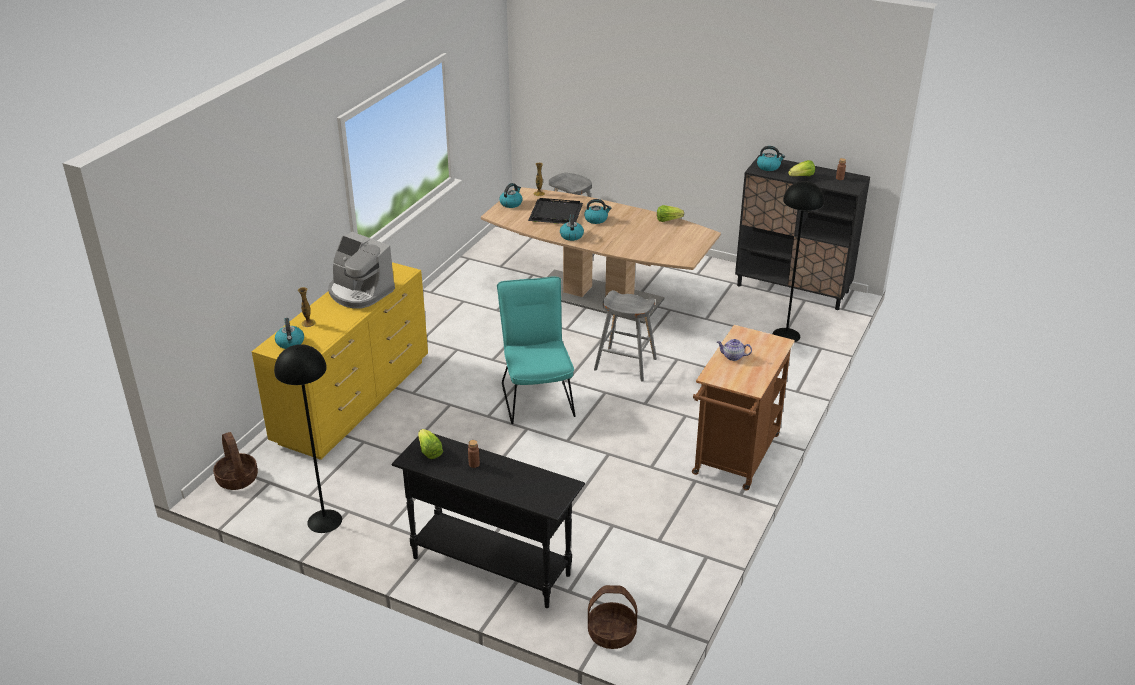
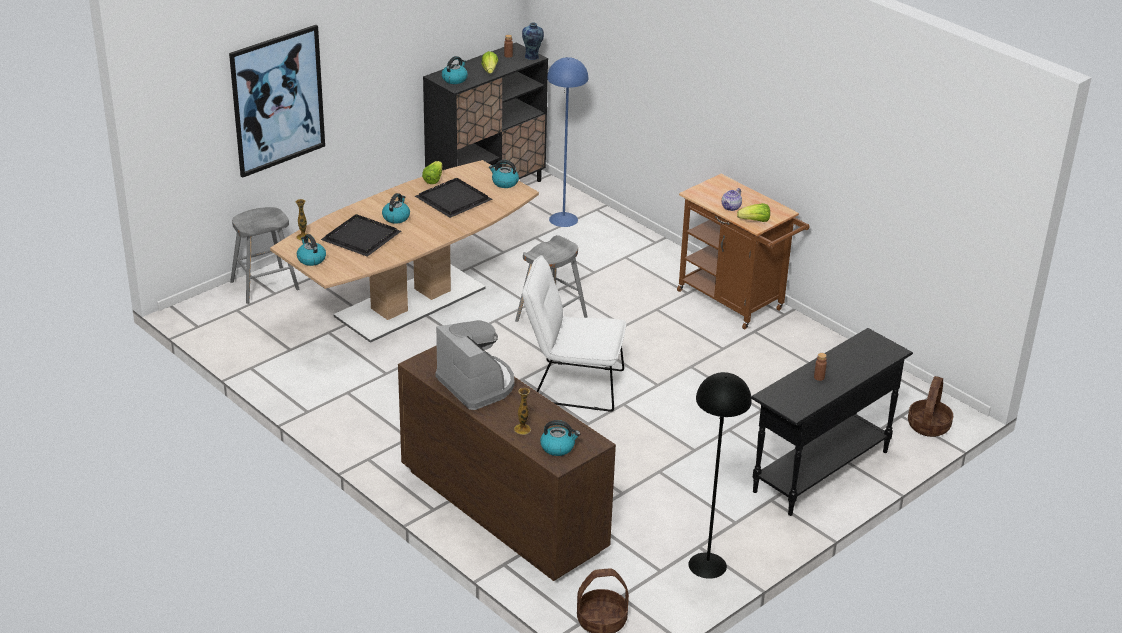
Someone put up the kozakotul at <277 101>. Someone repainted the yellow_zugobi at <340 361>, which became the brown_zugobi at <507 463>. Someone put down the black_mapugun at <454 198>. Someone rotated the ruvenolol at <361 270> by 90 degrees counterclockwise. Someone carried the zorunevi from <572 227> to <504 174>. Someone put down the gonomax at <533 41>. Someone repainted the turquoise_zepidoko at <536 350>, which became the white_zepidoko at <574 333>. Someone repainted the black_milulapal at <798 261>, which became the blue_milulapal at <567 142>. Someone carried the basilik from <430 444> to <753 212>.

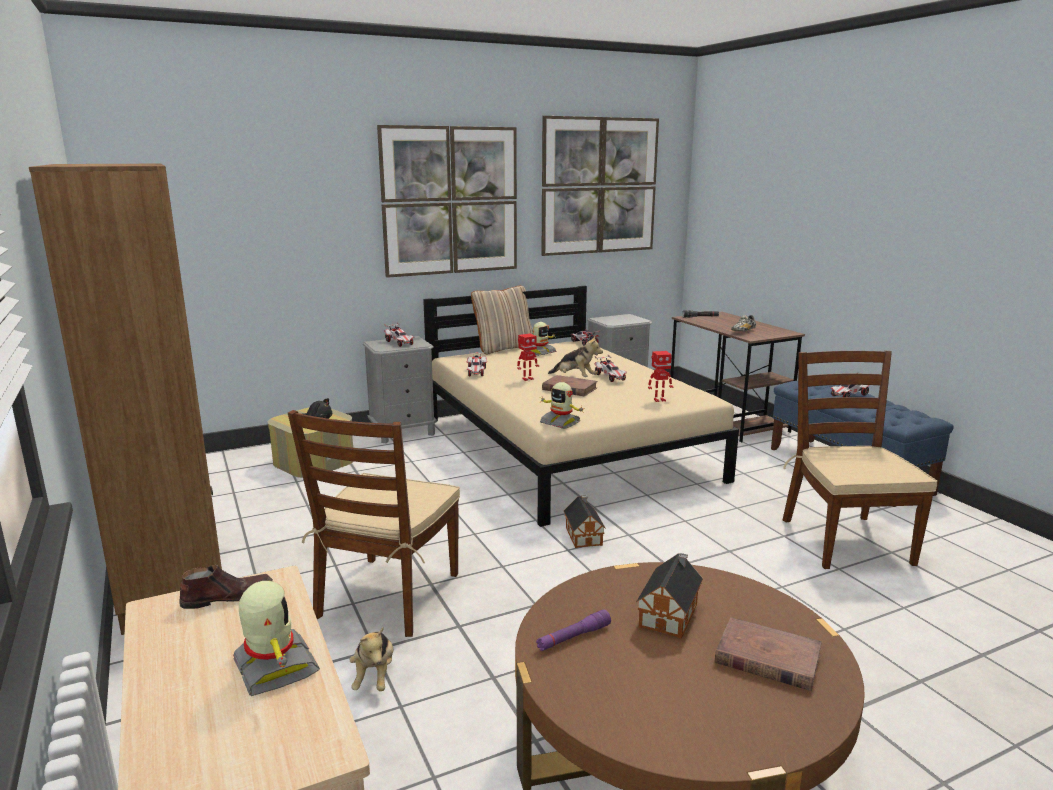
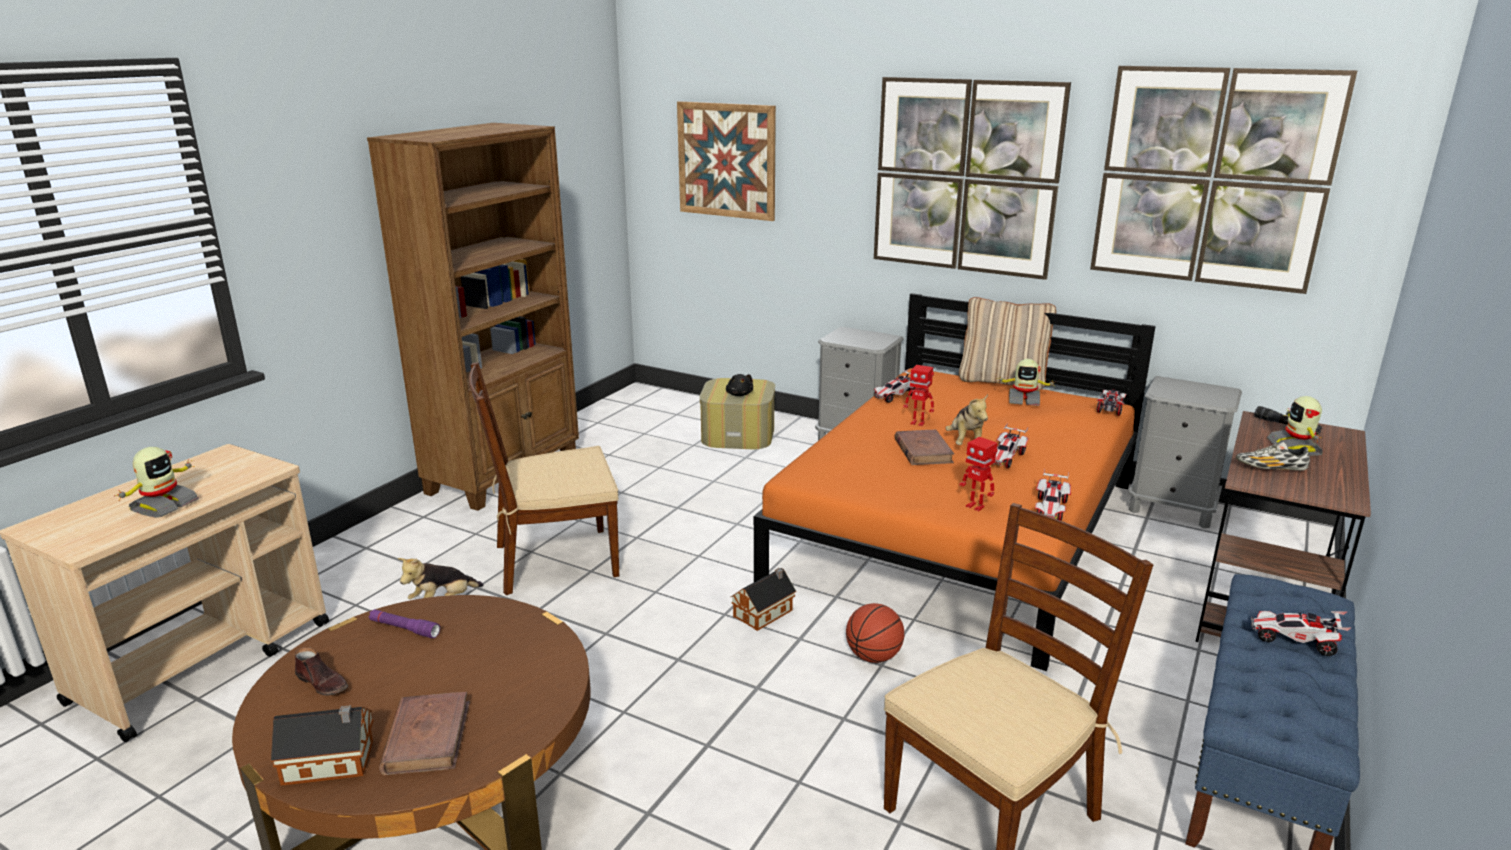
Someone carried the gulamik from <669 596> to <322 745>. Someone carried the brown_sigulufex from <226 586> to <321 671>. Someone put up the kozakotul at <726 161>. Someone repainted the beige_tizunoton at <581 406>, which became the orange_tizunoton at <955 482>. Someone put down the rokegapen at <875 633>. Someone carried the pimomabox from <399 334> to <1053 495>. Someone carried the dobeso from <562 405> to <1295 426>.

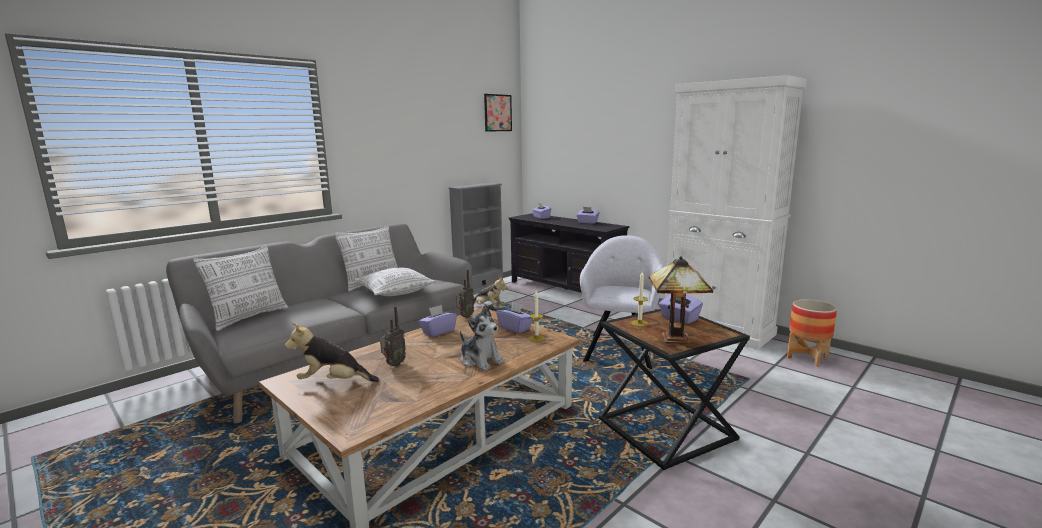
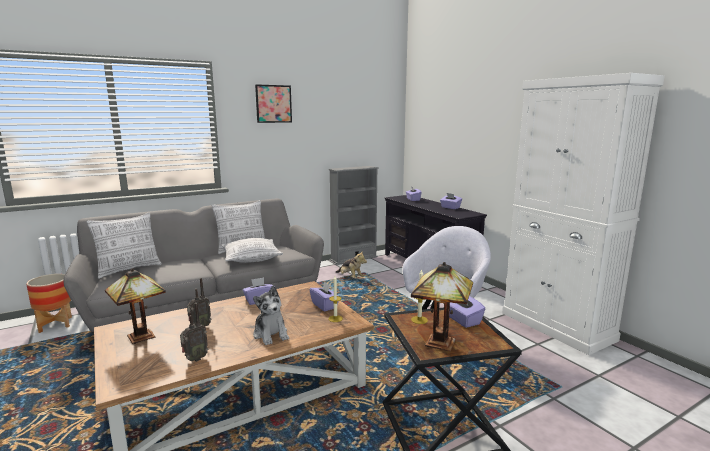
Someone carried the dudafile from <812 333> to <49 303>. Someone swapped the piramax at <332 352> for the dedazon at <135 306>. Someone carried the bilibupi from <465 293> to <194 332>. Someone carried the kozakotul from <498 113> to <273 103>.

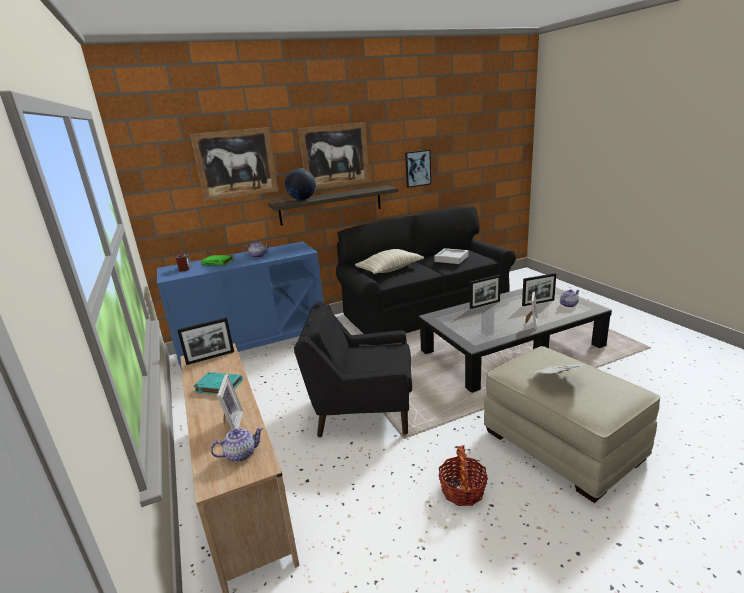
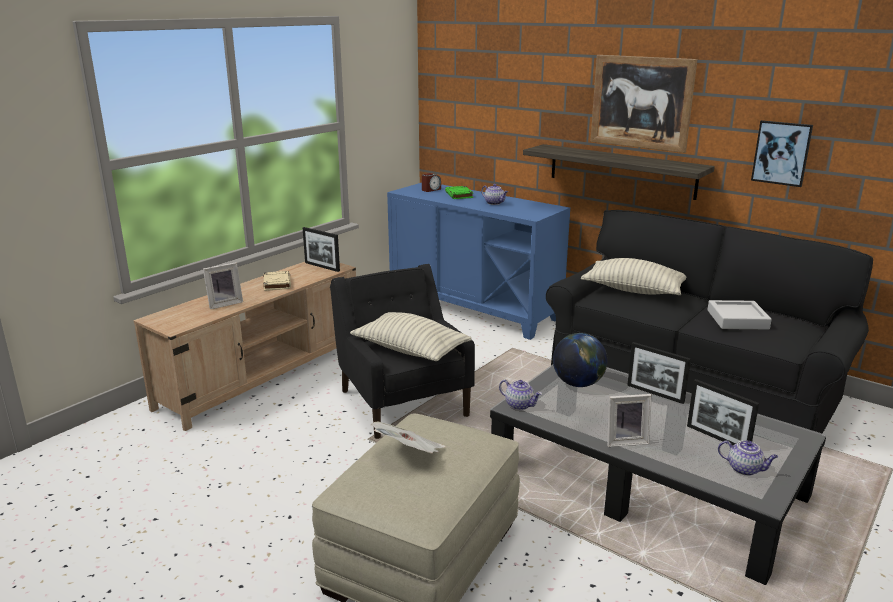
Someone repainted the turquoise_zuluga at <218 383>, which became the beige_zuluga at <277 281>. Someone put down the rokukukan at <411 336>. Someone carried the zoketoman from <237 444> to <520 395>. Someone carried the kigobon from <300 184> to <580 360>. Someone took away the kozakotul at <234 164>. Someone took away the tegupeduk at <463 475>.

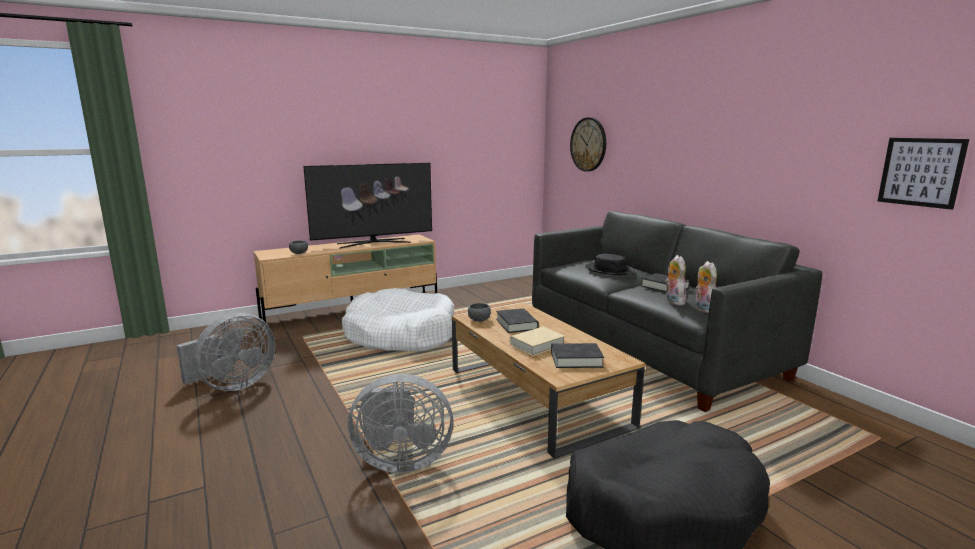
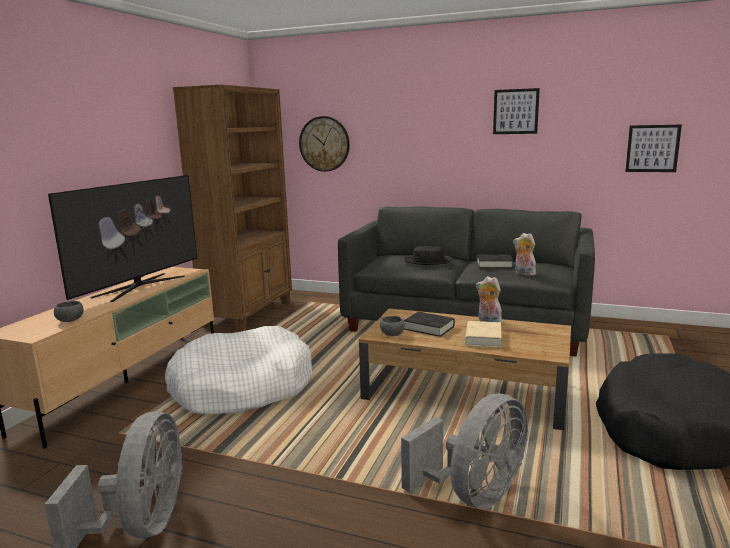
Someone put down the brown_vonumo at <232 208>. Someone carried the piramax from <706 287> to <489 300>. Someone put up the kozakotul at <516 111>. Someone took away the black_zuluga at <577 355>.

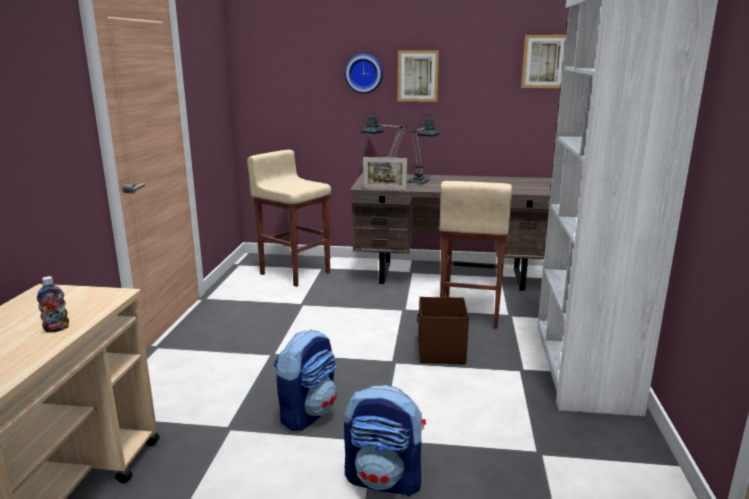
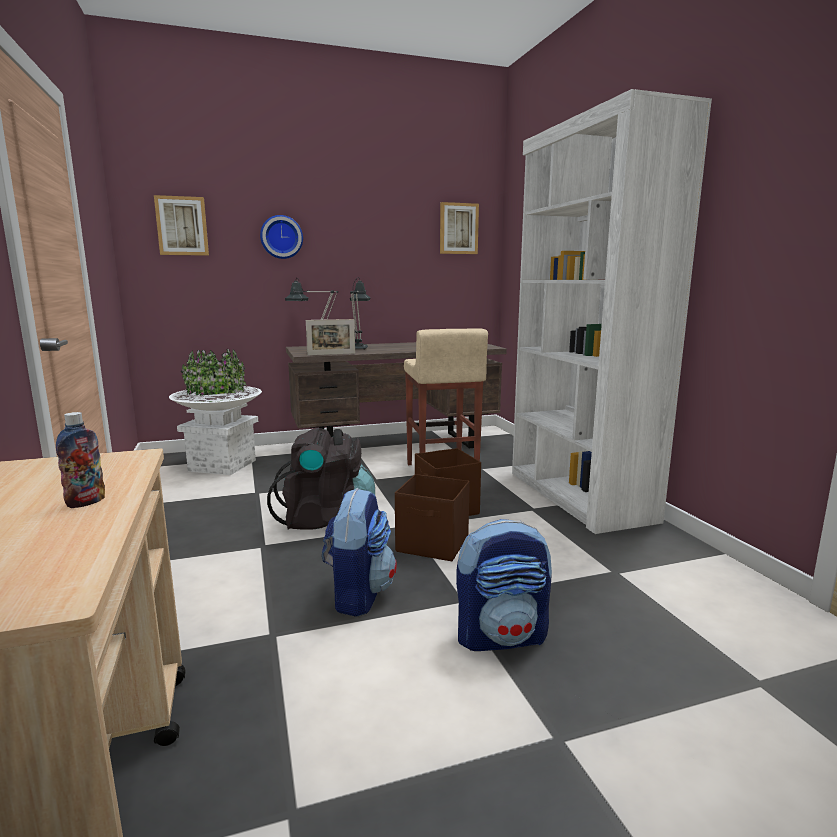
Someone carried the kozakotul from <418 76> to <181 225>. Someone swapped the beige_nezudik at <289 218> for the white_dudafile at <215 412>. Someone put down the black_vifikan at <321 479>. Someone put down the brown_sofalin at <432 517>.

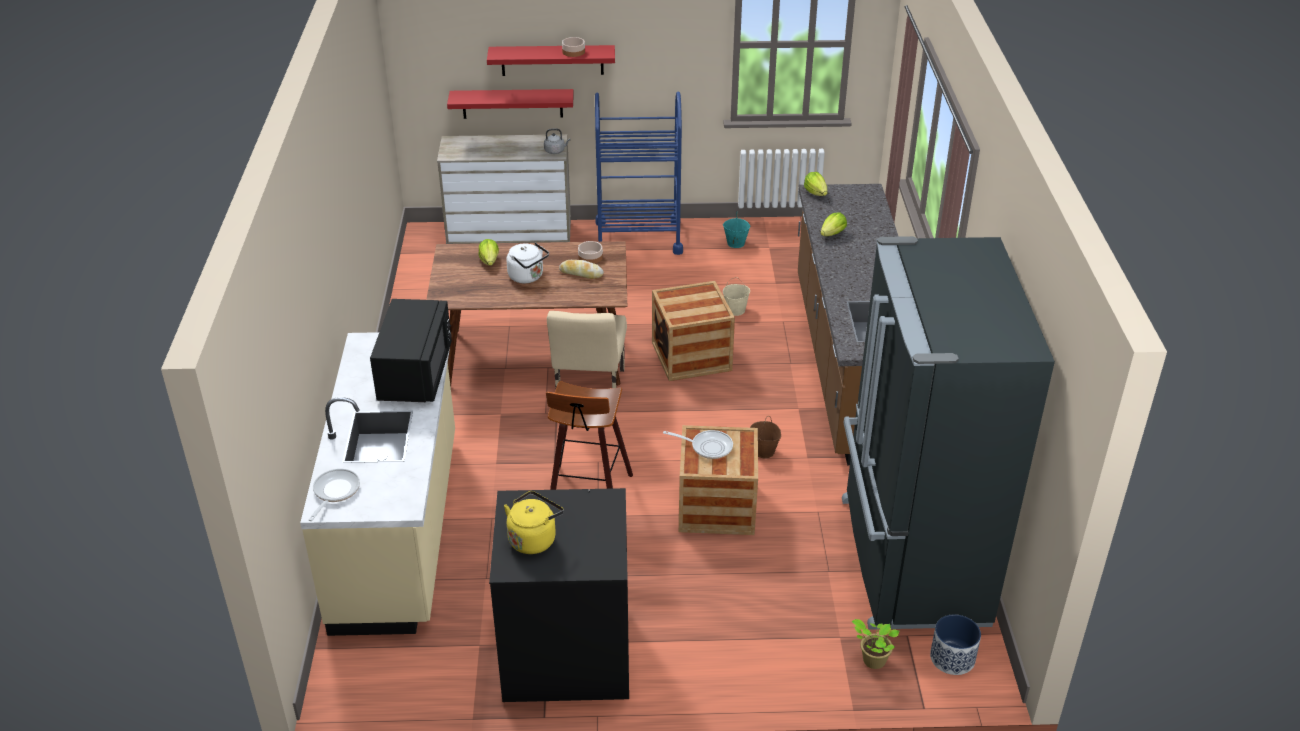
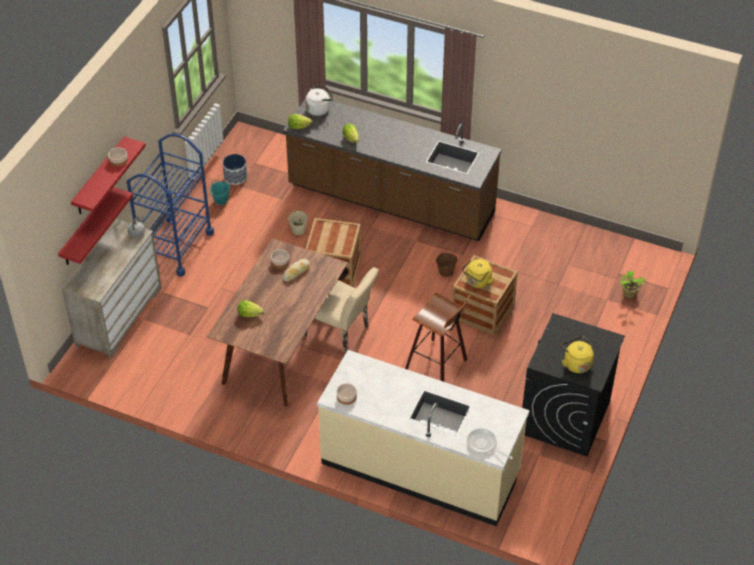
Someone carried the dudafile from <955 644> to <234 169>. Someone carried the white_zorunevi from <527 263> to <319 101>. Someone put down the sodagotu at <347 394>. Someone swapped the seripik at <698 444> for the yellow_zorunevi at <478 273>. Someone took away the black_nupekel at <411 350>. Someone took away the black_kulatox at <948 433>.

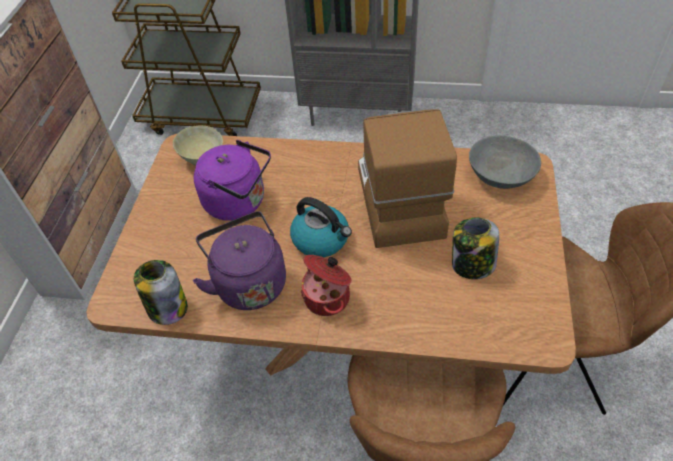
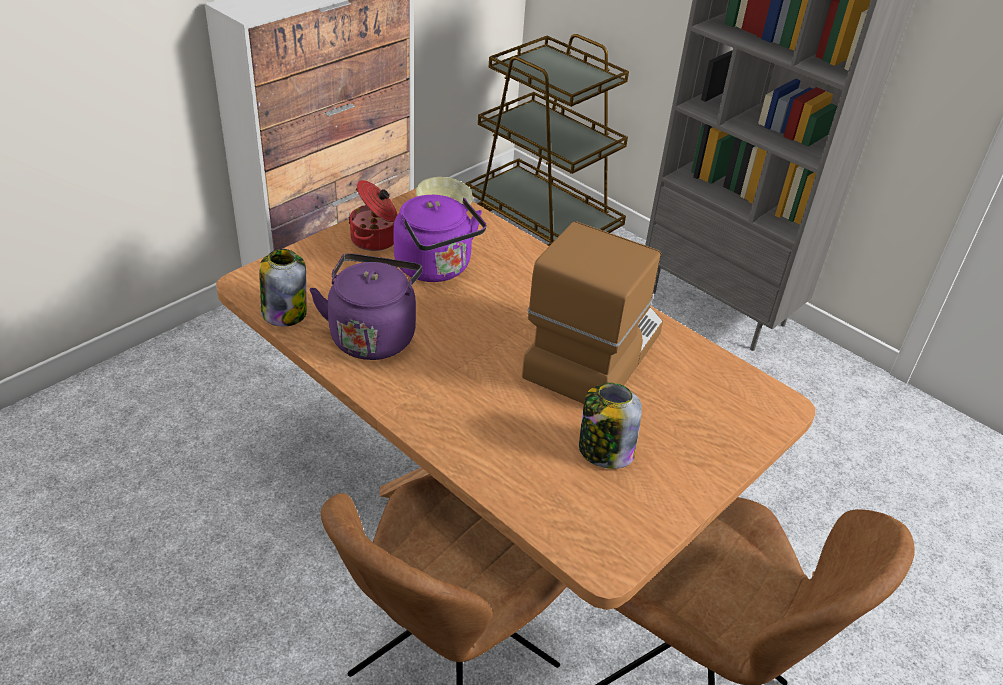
Someone carried the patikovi from <326 285> to <372 215>. Someone took away the zorunevi at <321 227>. Someone took away the grey_sodagotu at <505 162>.

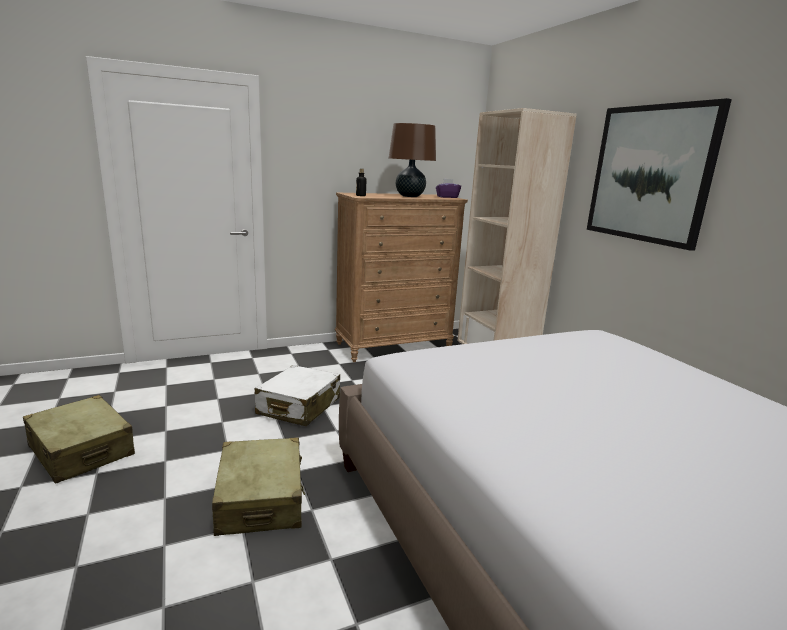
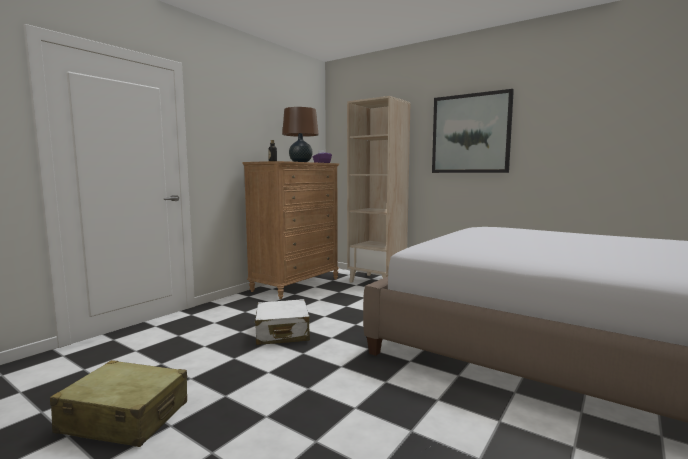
Someone took away the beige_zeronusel at <258 486>.

